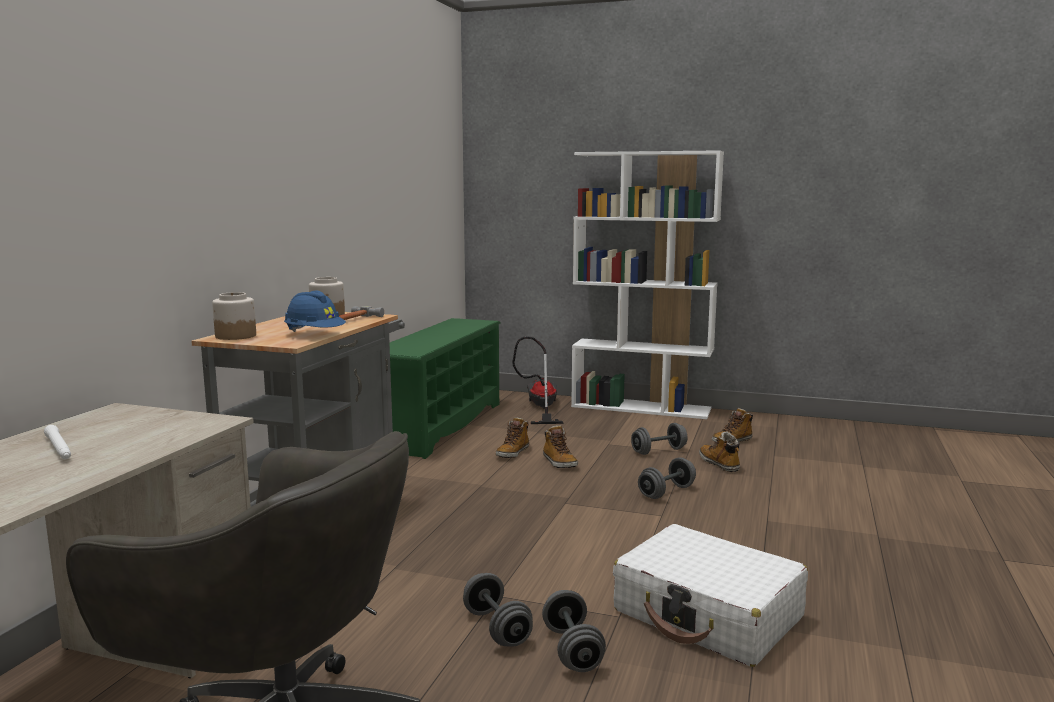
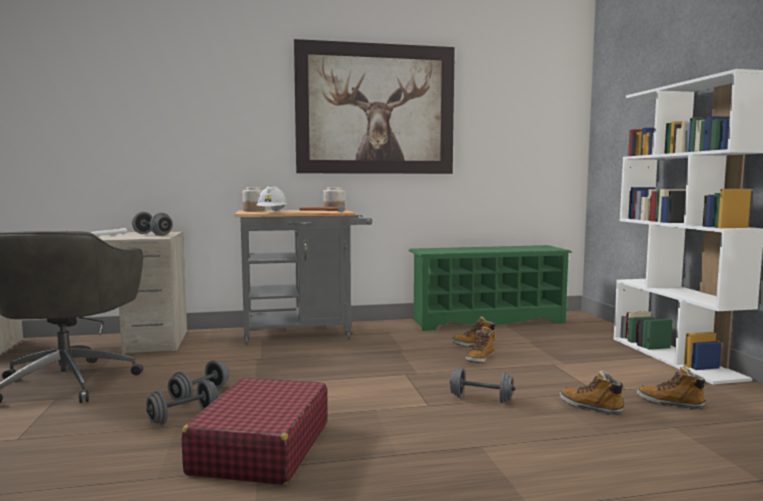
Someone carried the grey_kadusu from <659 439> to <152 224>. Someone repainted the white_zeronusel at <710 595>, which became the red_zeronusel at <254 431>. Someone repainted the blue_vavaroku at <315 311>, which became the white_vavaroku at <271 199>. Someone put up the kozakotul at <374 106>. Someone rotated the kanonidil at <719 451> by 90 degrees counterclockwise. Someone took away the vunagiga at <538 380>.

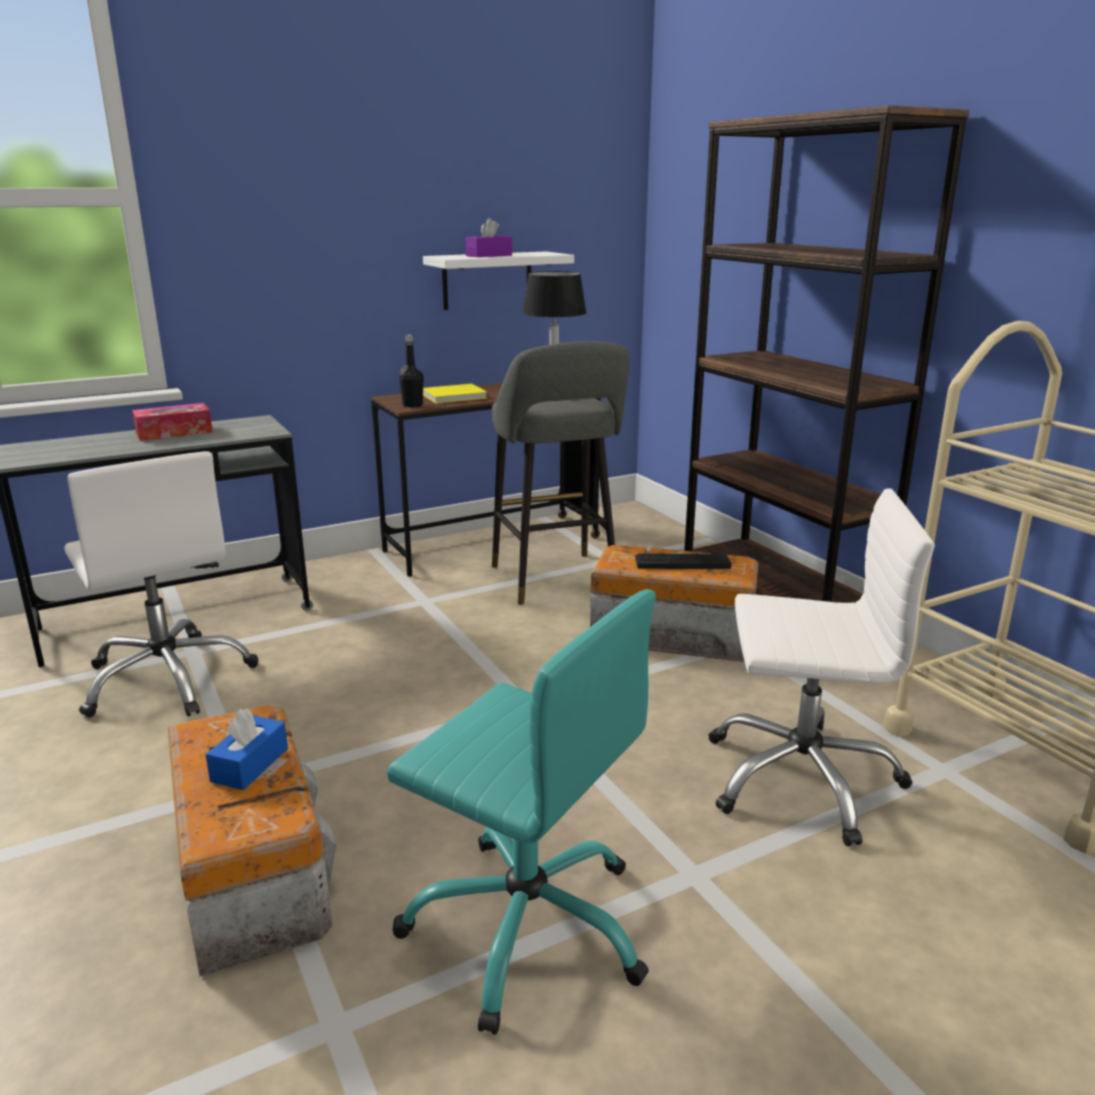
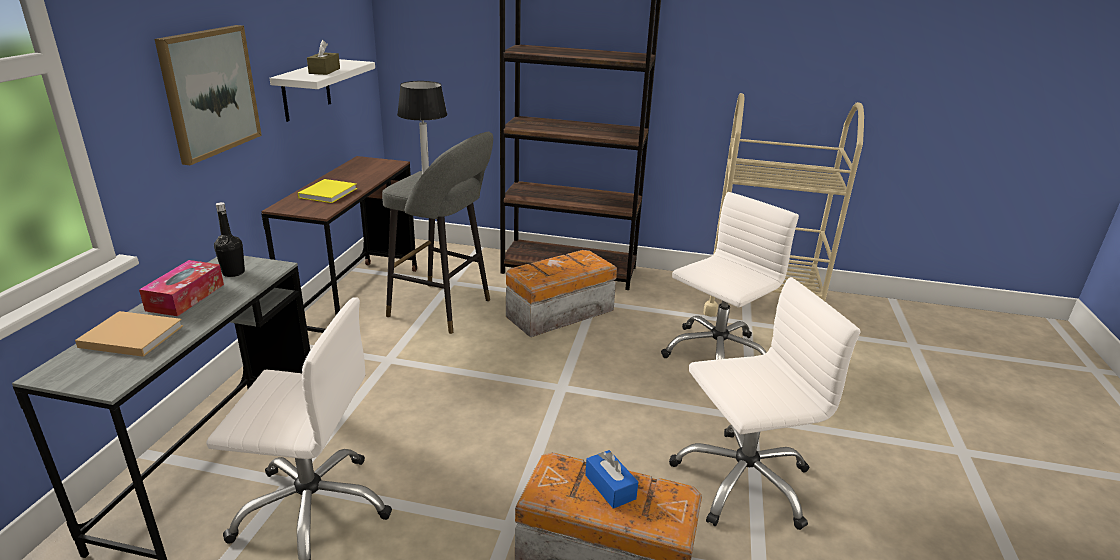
Someone put down the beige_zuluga at <129 334>. Someone put up the kozakotul at <208 95>. Someone carried the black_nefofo from <411 371> to <229 239>. Someone repainted the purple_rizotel at <489 237>, which became the brown_rizotel at <323 57>. Someone repainted the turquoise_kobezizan at <521 812>, which became the white_kobezizan at <764 403>. Someone took away the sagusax at <683 561>.

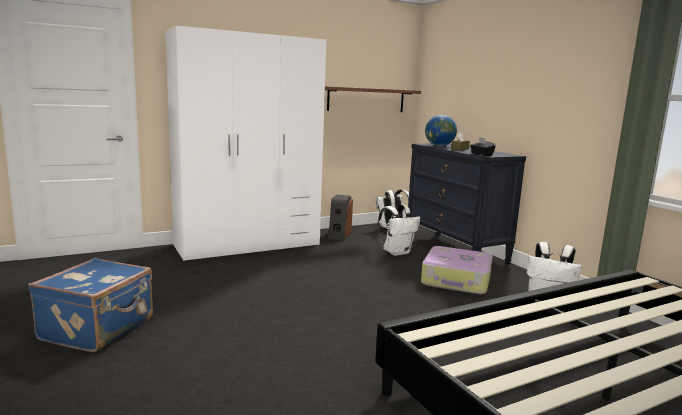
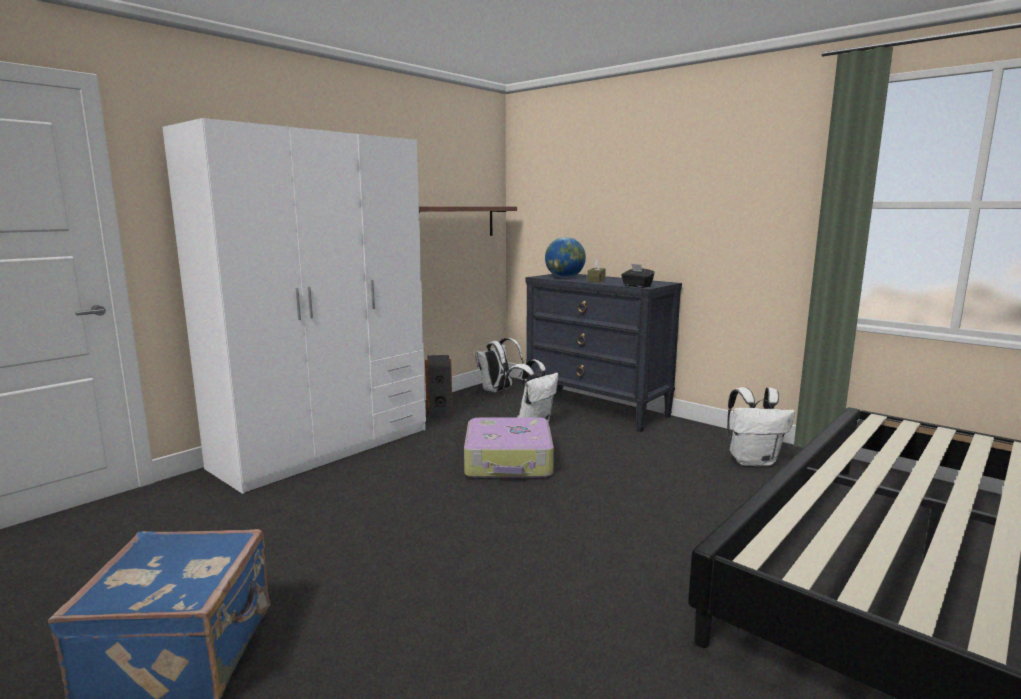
Someone carried the zeronusel from <457 270> to <509 447>.

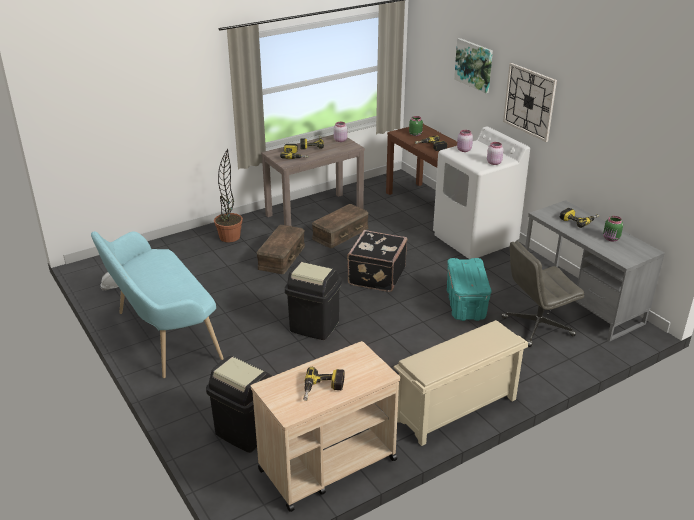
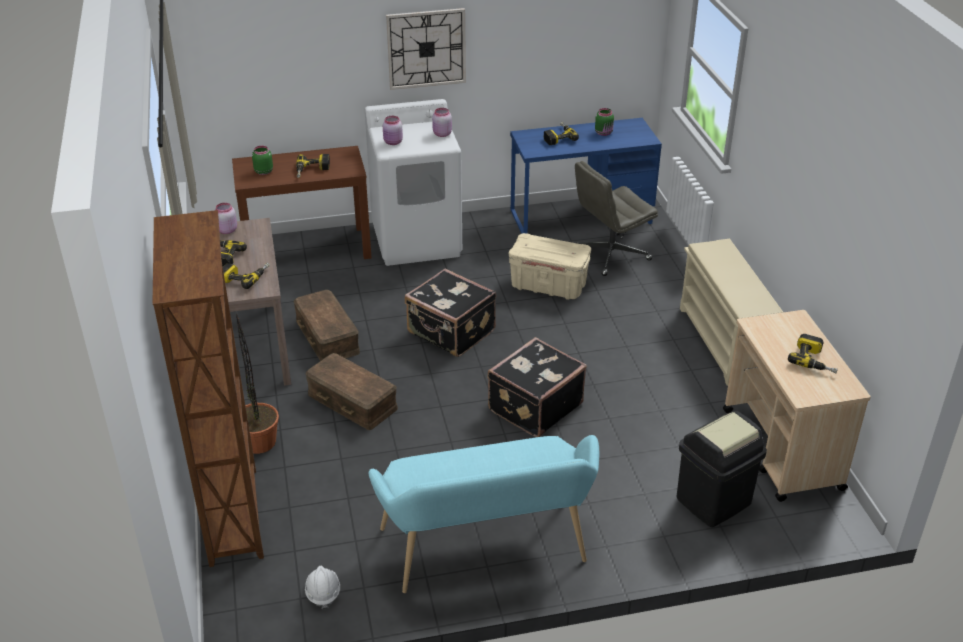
Someone put down the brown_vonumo at <208 388>. Someone swapped the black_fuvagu at <313 300> for the black_zeronusel at <537 387>. Someone repainted the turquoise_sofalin at <469 289>, which became the beige_sofalin at <550 266>. Someone repainted the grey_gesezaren at <595 271>, which became the blue_gesezaren at <586 176>. Someone rotated the grey_kobezizan at <543 294> by 60 degrees clockwise. Someone took away the kozakotul at <473 65>.

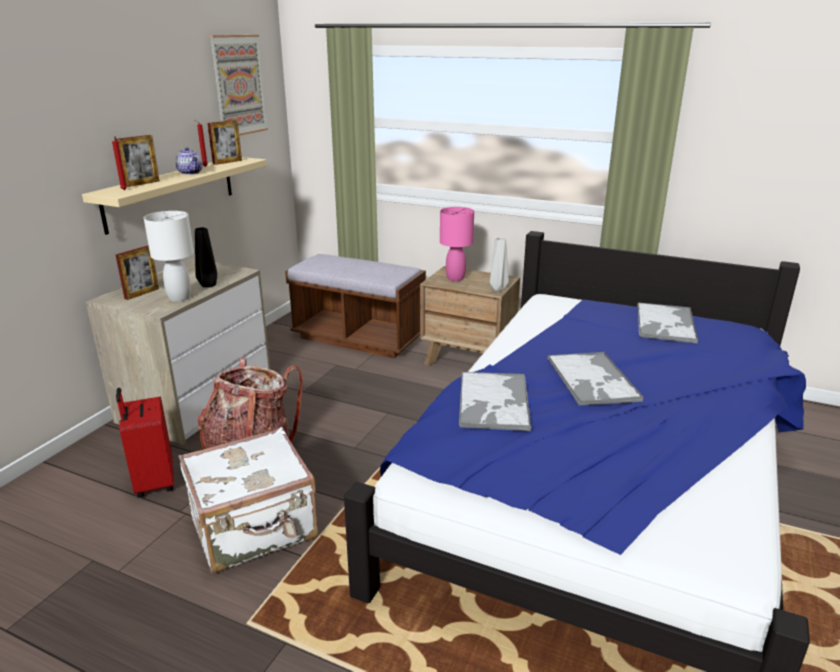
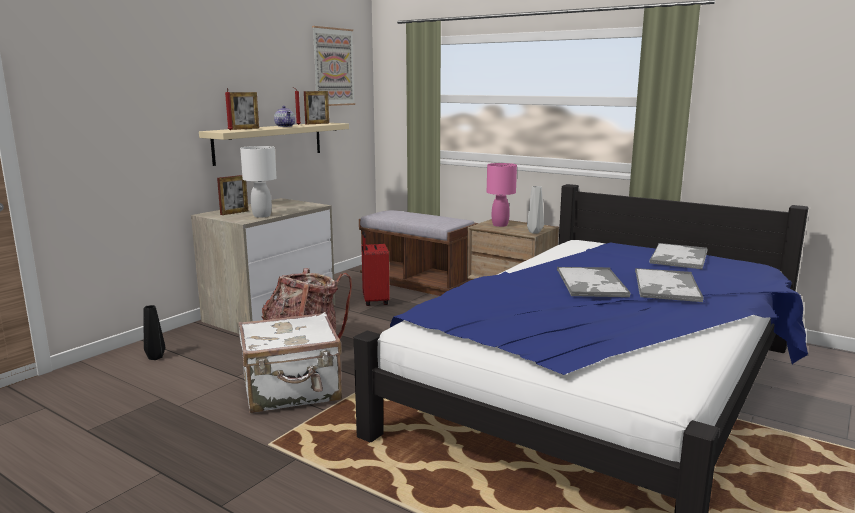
Someone carried the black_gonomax from <206 257> to <154 332>. Someone carried the red_zeronusel from <145 443> to <375 268>. Someone carried the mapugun from <495 401> to <669 285>.

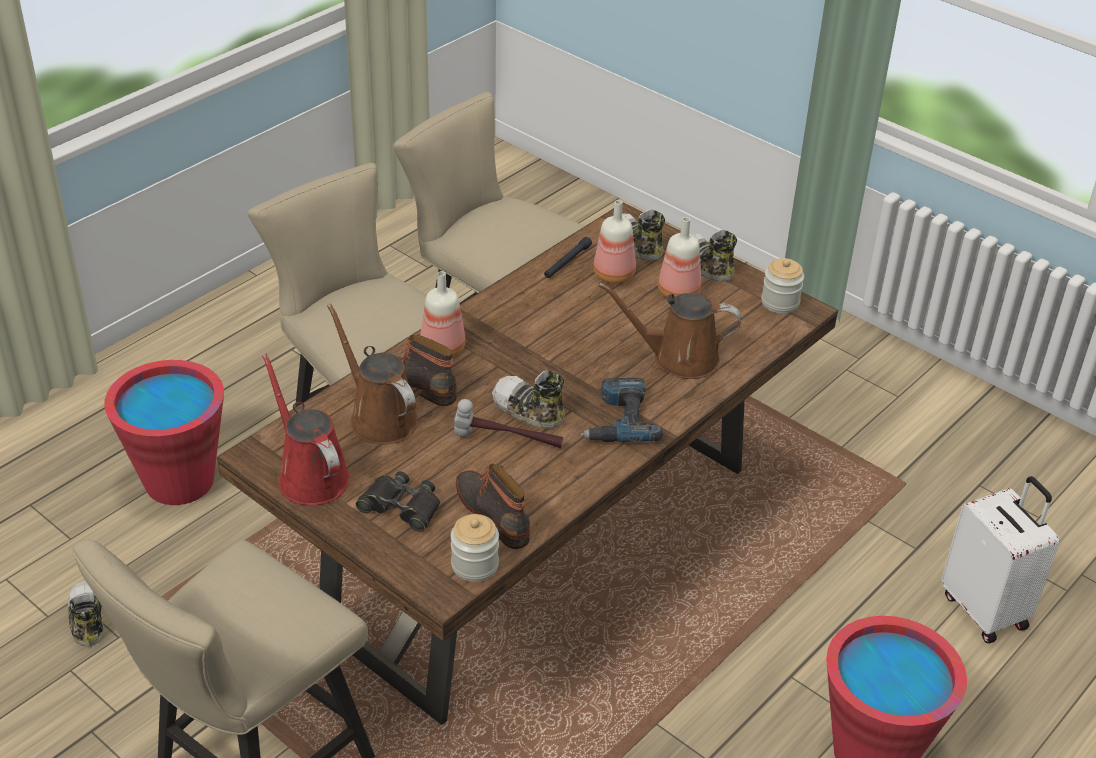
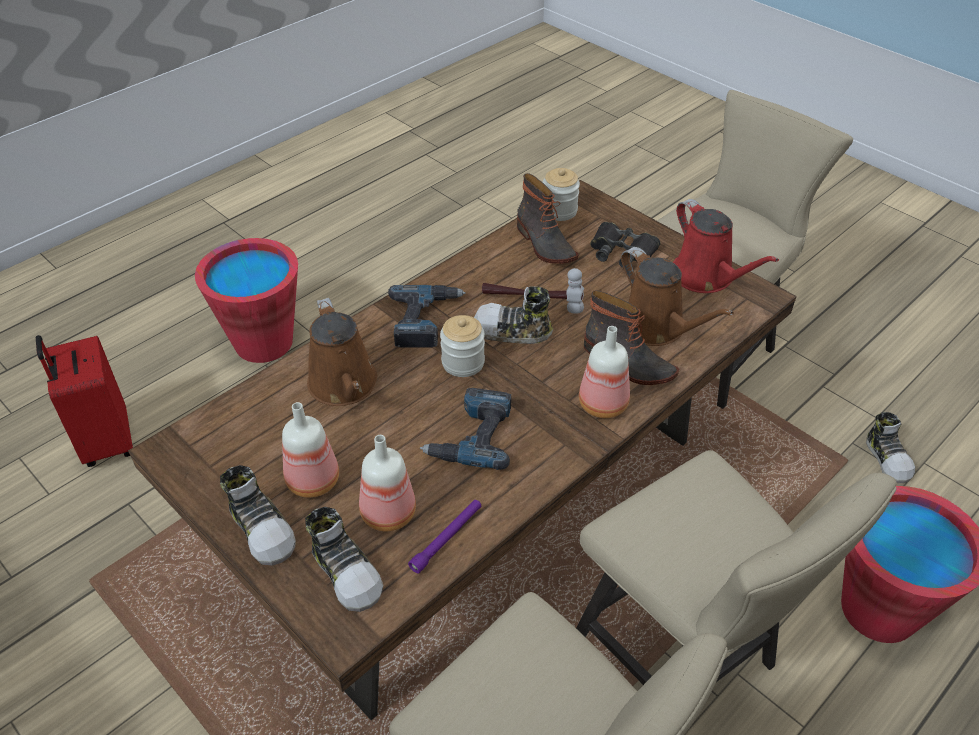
Someone repainted the white_zeronusel at <1000 560>, which became the red_zeronusel at <84 401>. Someone rotated the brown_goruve at <670 331> by 60 degrees clockwise. Someone repainted the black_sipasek at <568 257>, which became the purple_sipasek at <444 536>. Someone put down the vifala at <465 429>. Someone carried the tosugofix from <782 286> to <462 346>. Someone rotated the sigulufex at <528 399> by 150 degrees clockwise.

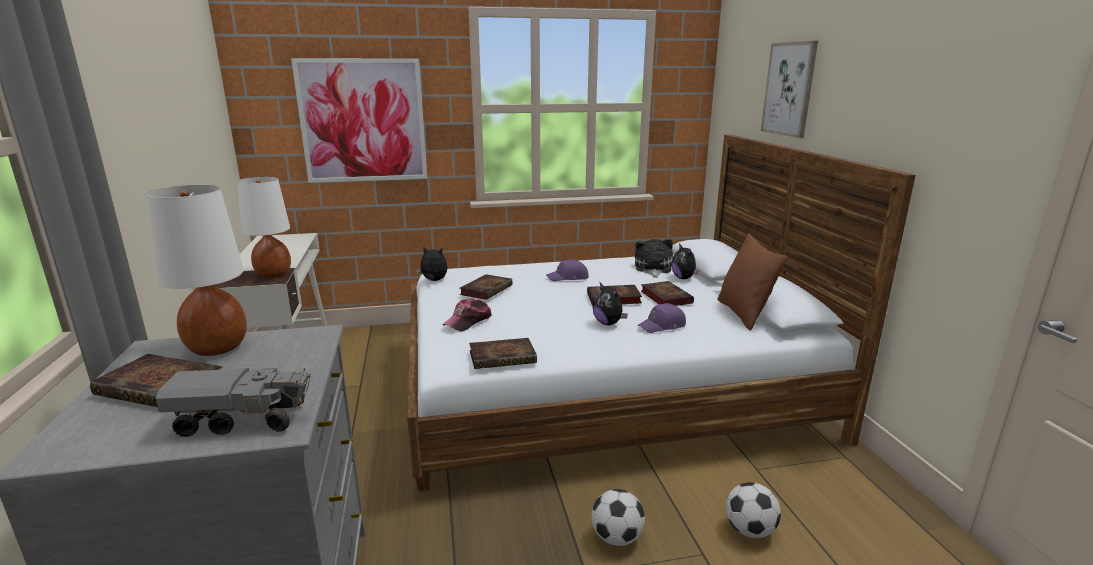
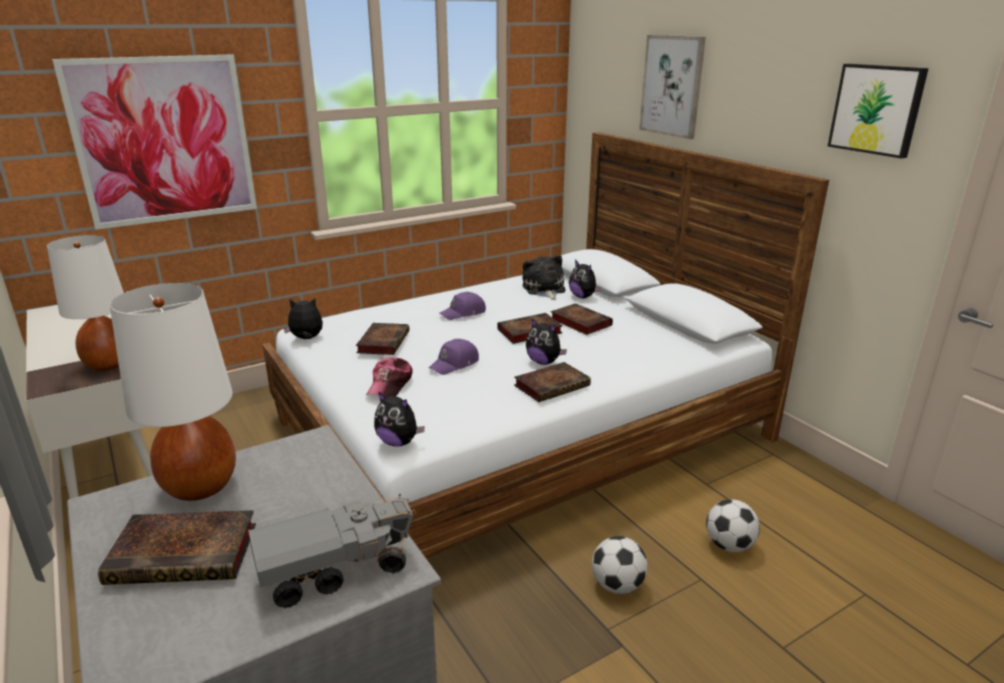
Someone put down the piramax at <399 419>. Someone carried the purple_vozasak from <662 318> to <454 357>. Someone carried the zuluga from <503 353> to <552 382>. Someone put up the kozakotul at <878 111>. Someone took away the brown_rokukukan at <752 282>.

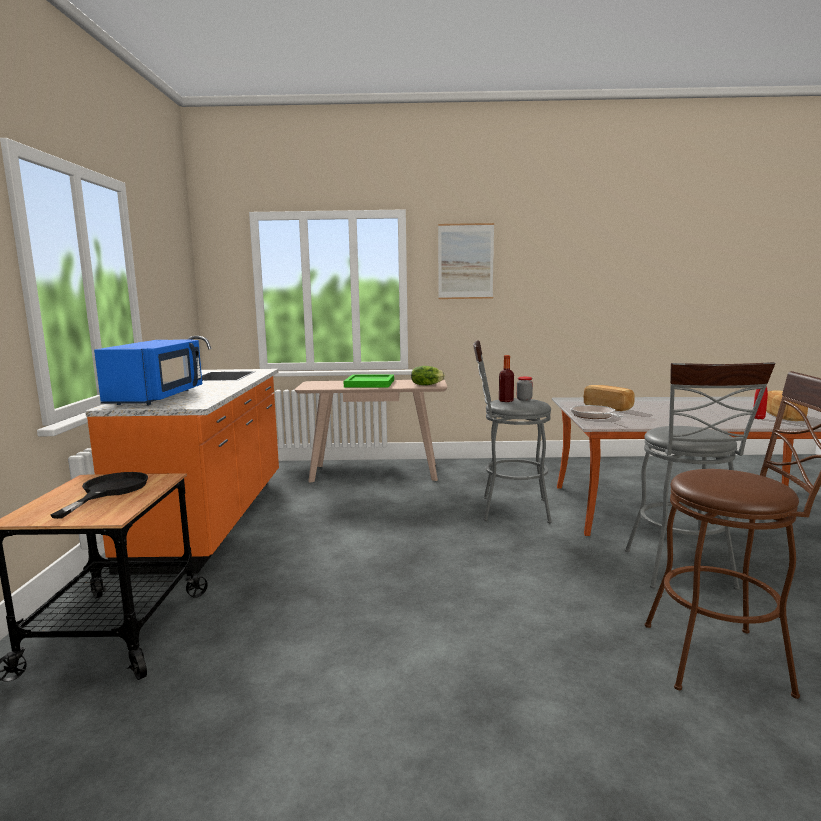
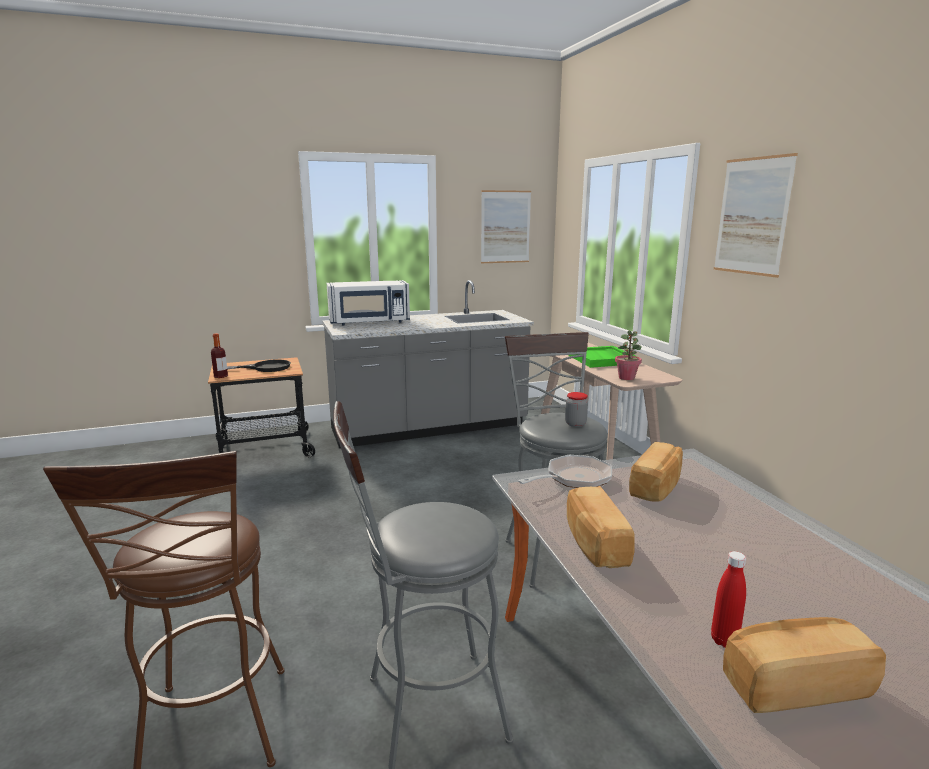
Someone carried the nefofo from <506 378> to <219 355>. Someone repainted the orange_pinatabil at <182 455>, which became the grey_pinatabil at <428 364>. Someone repainted the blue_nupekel at <148 372>, which became the white_nupekel at <368 302>. Someone put up the kozakotul at <506 226>. Someone put down the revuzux at <601 527>. Someone swapped the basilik at <428 375> for the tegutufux at <628 355>.

